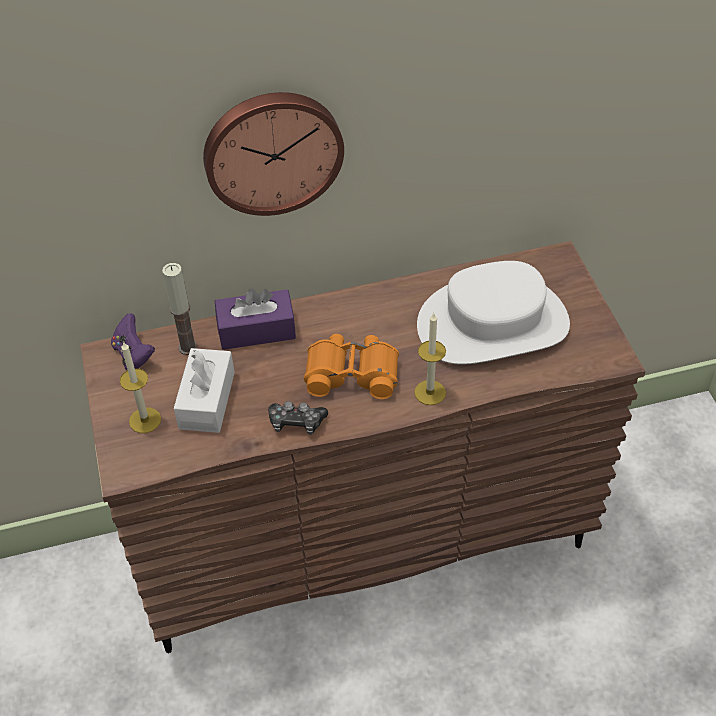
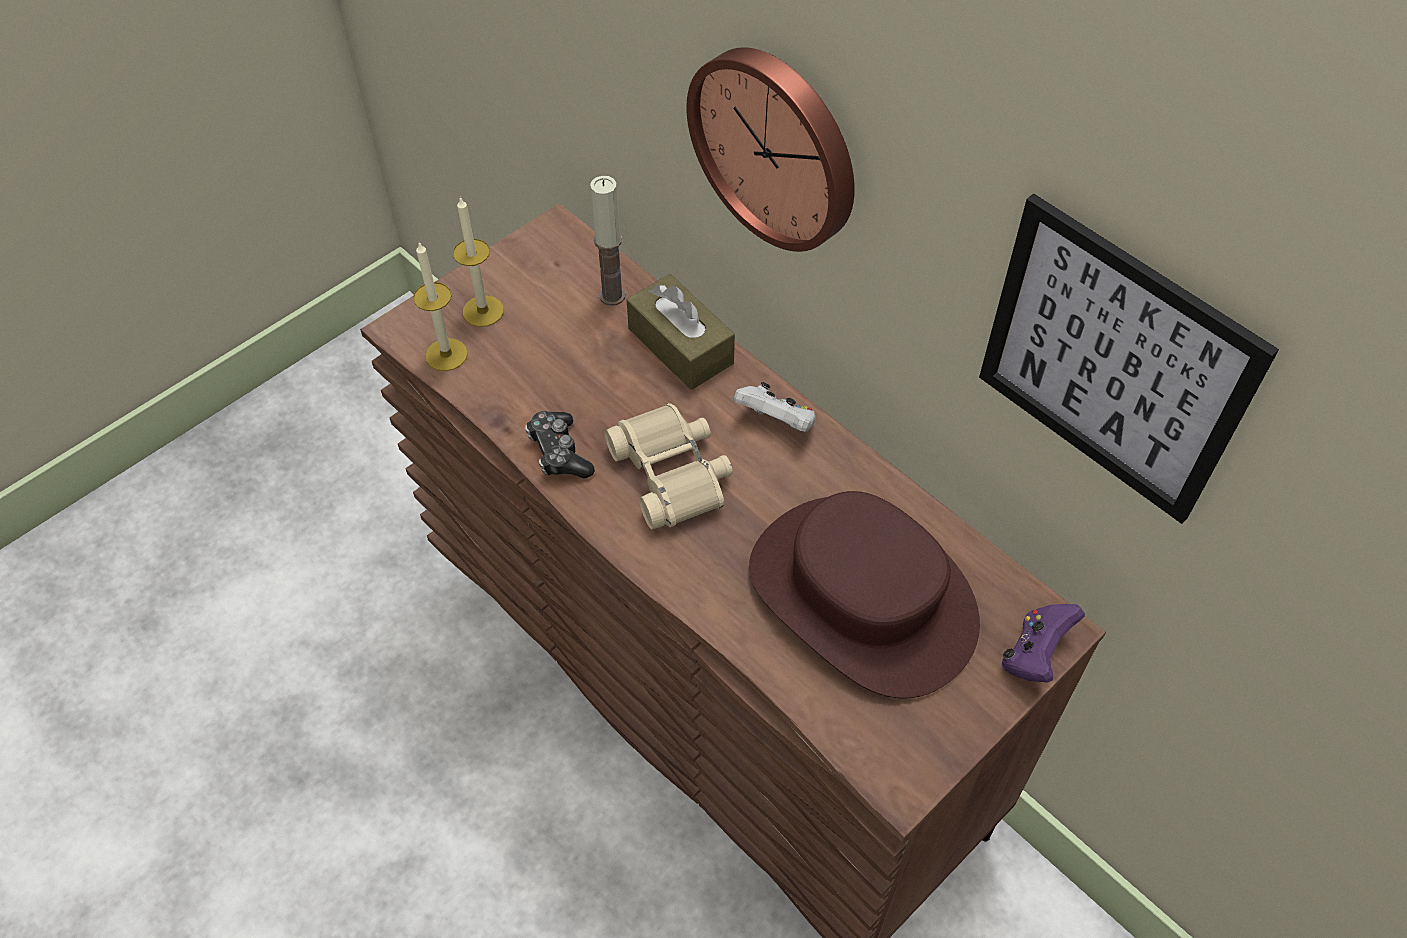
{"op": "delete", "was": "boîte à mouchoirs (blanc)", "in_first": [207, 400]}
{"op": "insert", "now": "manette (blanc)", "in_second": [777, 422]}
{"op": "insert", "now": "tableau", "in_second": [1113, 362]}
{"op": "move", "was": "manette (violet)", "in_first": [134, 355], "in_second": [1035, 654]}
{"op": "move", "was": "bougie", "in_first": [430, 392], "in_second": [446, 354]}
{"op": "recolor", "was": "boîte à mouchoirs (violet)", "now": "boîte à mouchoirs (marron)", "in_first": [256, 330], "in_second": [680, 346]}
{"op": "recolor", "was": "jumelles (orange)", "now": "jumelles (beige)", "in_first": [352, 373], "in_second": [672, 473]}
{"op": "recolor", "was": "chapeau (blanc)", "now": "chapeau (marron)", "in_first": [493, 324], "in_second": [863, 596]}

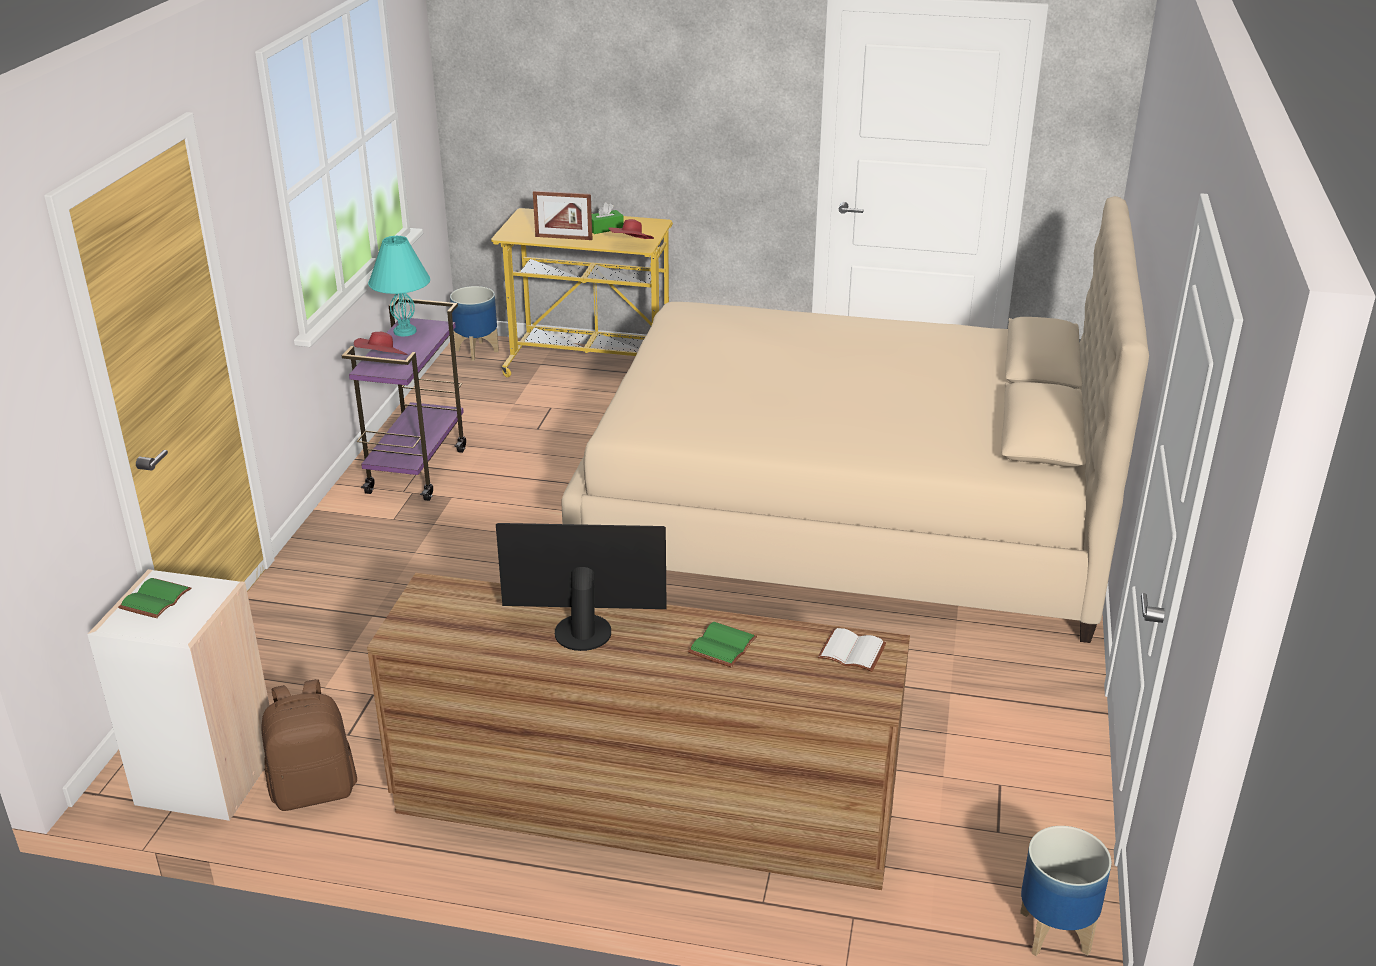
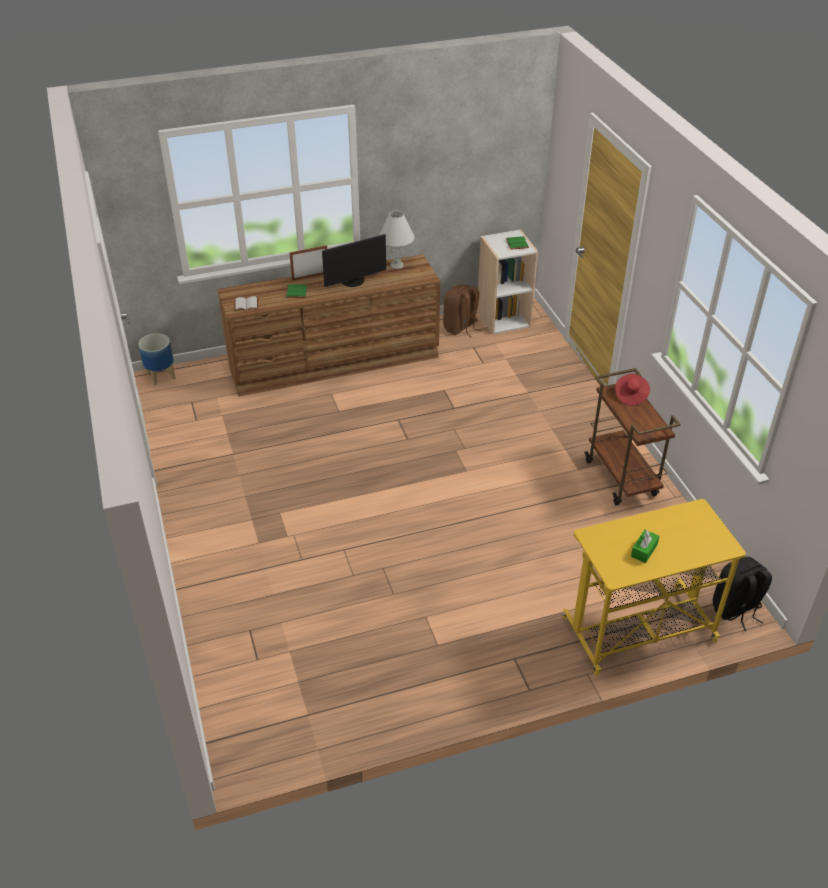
{"op": "delete", "was": "lampe de table (turquoise)", "in_first": [405, 331]}
{"op": "delete", "was": "lit (beige)", "in_first": [845, 513]}
{"op": "delete", "was": "chapeau (rouge)", "in_first": [631, 245]}
{"op": "insert", "now": "lampe de table (blanc)", "in_second": [396, 265]}
{"op": "move", "was": "cadre photo", "in_first": [563, 238], "in_second": [310, 276]}
{"op": "replace", "was": "cache-pot", "now": "sac à dos (noir)", "in_first": [477, 350], "in_second": [736, 610]}
{"op": "recolor", "was": "chariot (violet)", "now": "chariot (marron)", "in_first": [418, 469], "in_second": [621, 481]}

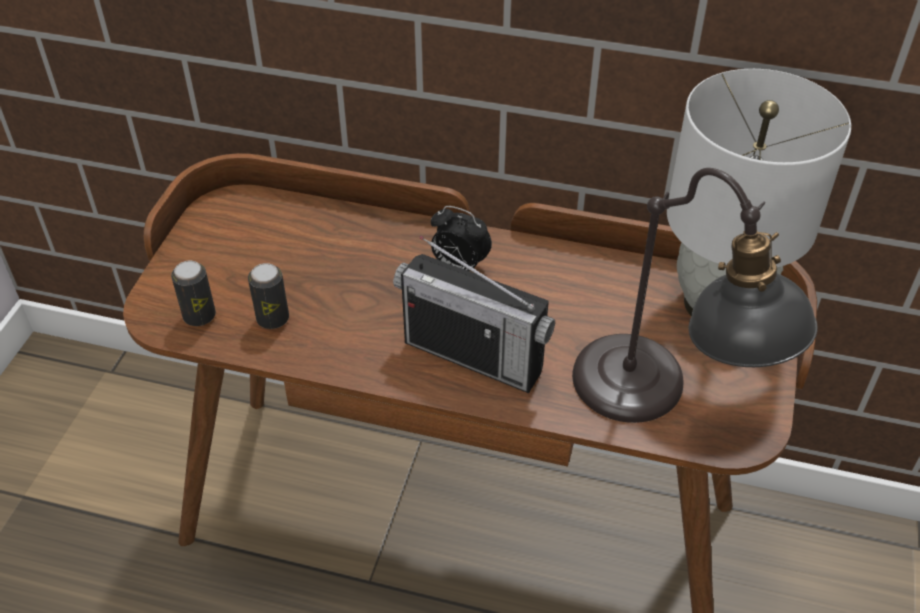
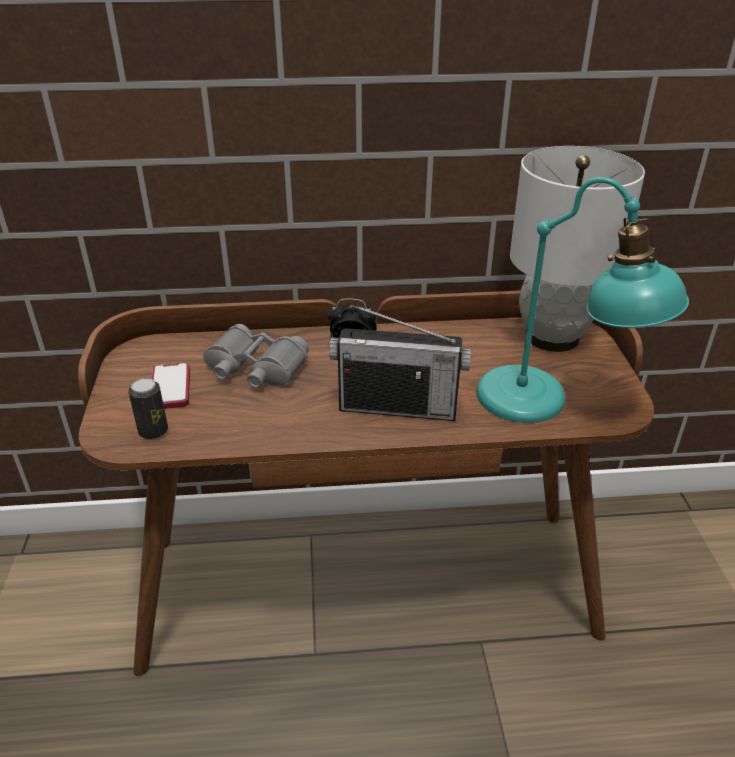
{"op": "delete", "was": "boîte métallique", "in_first": [273, 319]}
{"op": "insert", "now": "téléphone", "in_second": [170, 388]}
{"op": "insert", "now": "jumelles (gris)", "in_second": [255, 369]}
{"op": "recolor", "was": "lampe de table (gris)", "now": "lampe de table (turquoise)", "in_first": [669, 404], "in_second": [560, 404]}

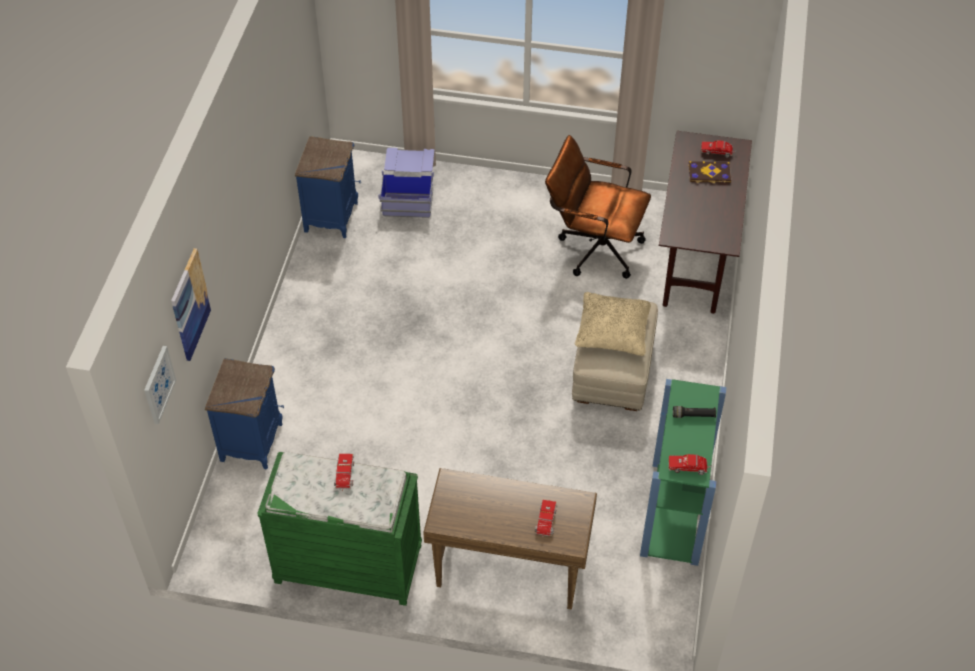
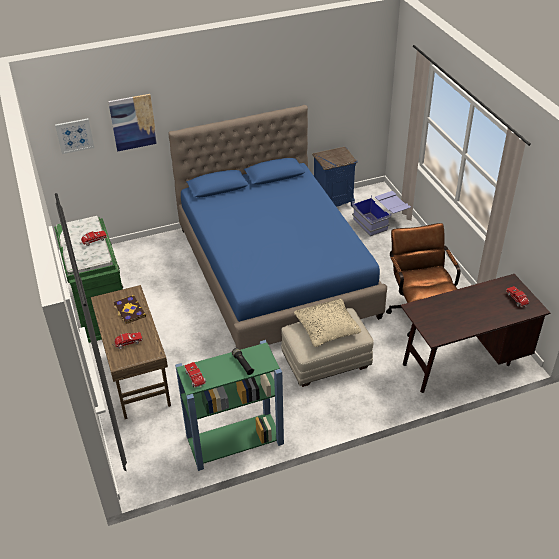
{"op": "delete", "was": "table de chevet (bleu)", "in_first": [253, 442]}
{"op": "insert", "now": "lit (bleu)", "in_second": [275, 271]}
{"op": "move", "was": "livre", "in_first": [709, 173], "in_second": [129, 310]}

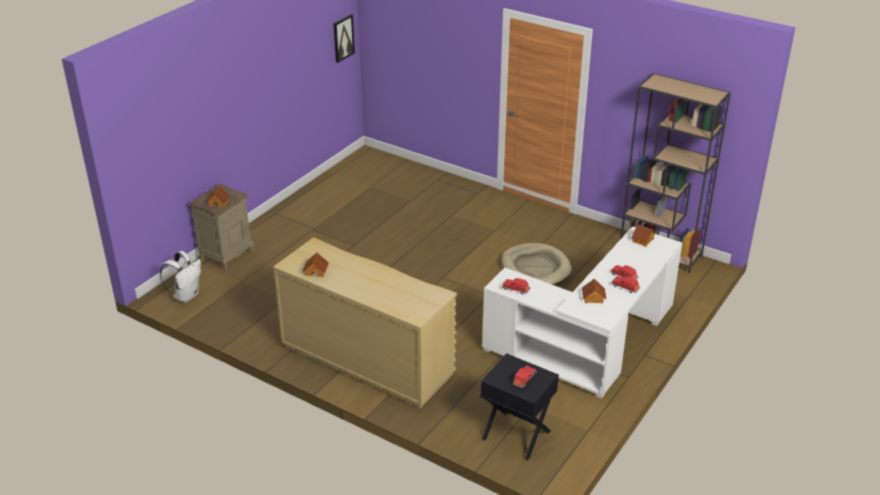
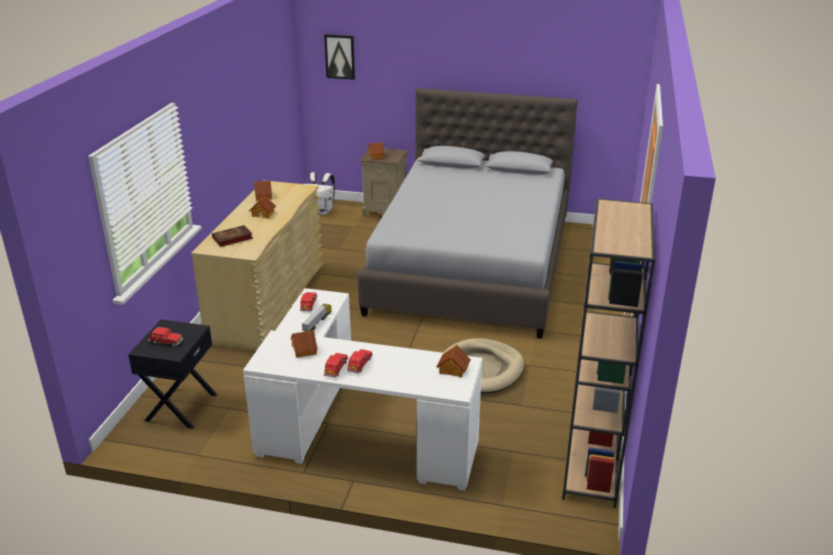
{"op": "insert", "now": "livre", "in_second": [231, 238]}
{"op": "insert", "now": "maison miniature", "in_second": [263, 214]}
{"op": "insert", "now": "camion jouet", "in_second": [317, 322]}
{"op": "insert", "now": "lit (gris)", "in_second": [472, 265]}
{"op": "move", "was": "tableau", "in_first": [343, 38], "in_second": [340, 56]}

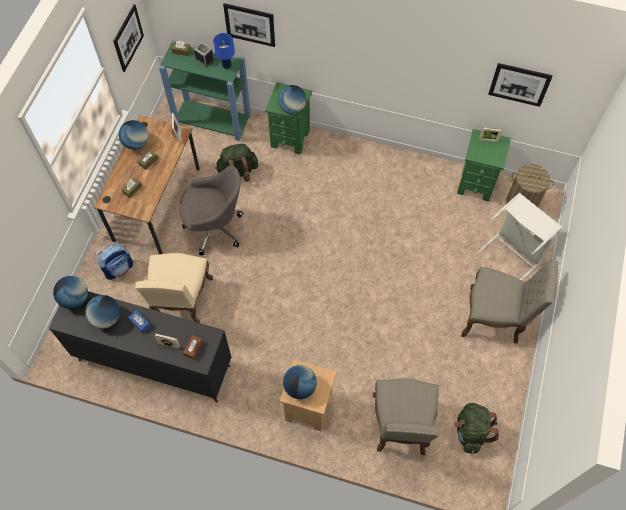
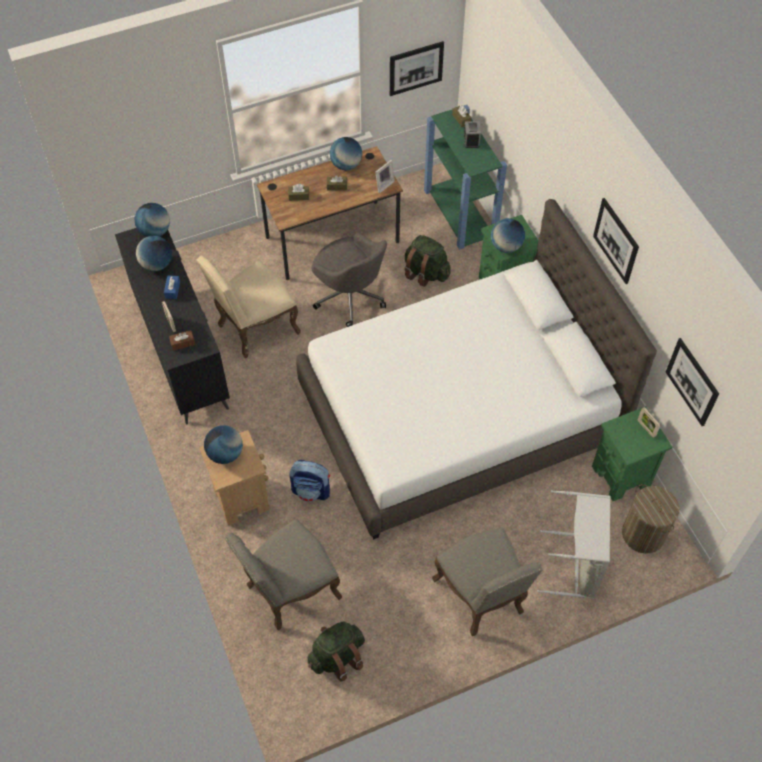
{"op": "delete", "was": "lampe de table (bleu)", "in_first": [226, 65]}
{"op": "insert", "now": "lit (blanc)", "in_second": [460, 413]}
{"op": "move", "was": "sac à dos", "in_first": [119, 268], "in_second": [312, 490]}
{"op": "move", "was": "tableau", "in_first": [250, 24], "in_second": [616, 241]}

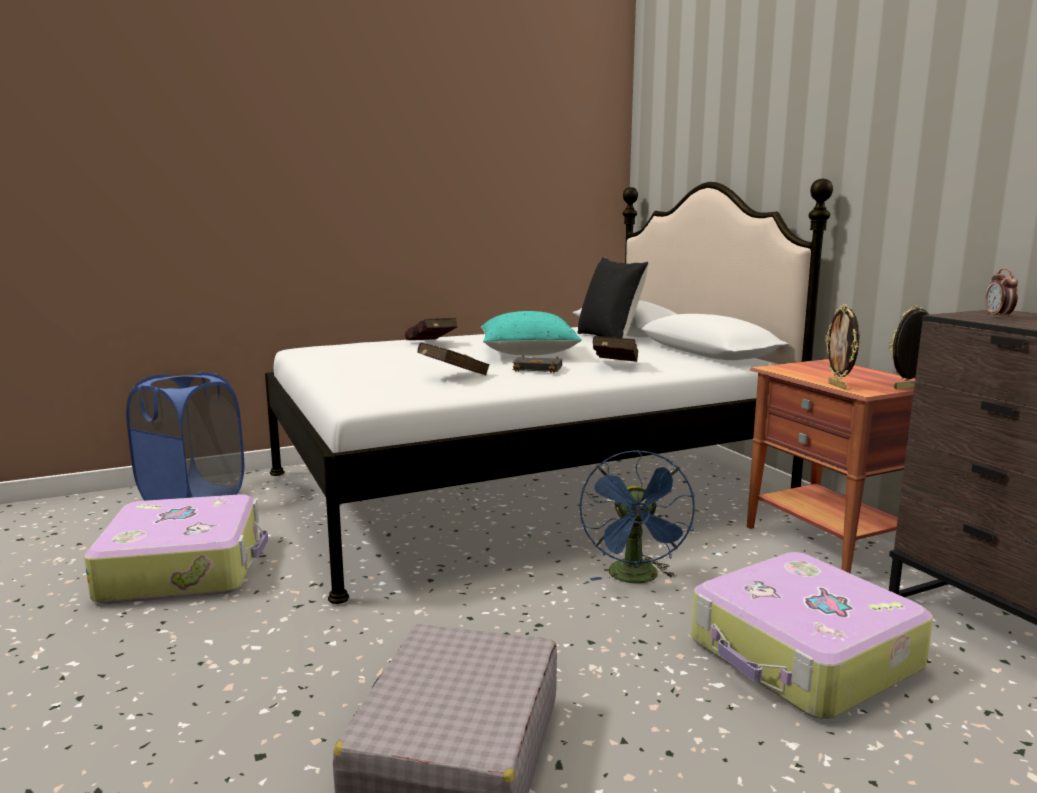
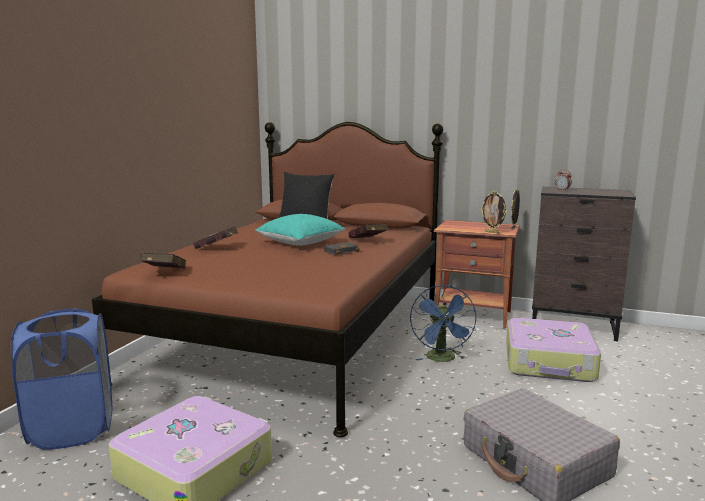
{"op": "move", "was": "livre (rouge)", "in_first": [450, 376], "in_second": [163, 273]}
{"op": "recolor", "was": "lit (blanc)", "now": "lit (marron)", "in_first": [523, 489], "in_second": [299, 337]}
{"op": "rotate", "was": "ventilateur (bleu)", "in_first": [636, 579], "in_second": [442, 359], "clockwise": 45}

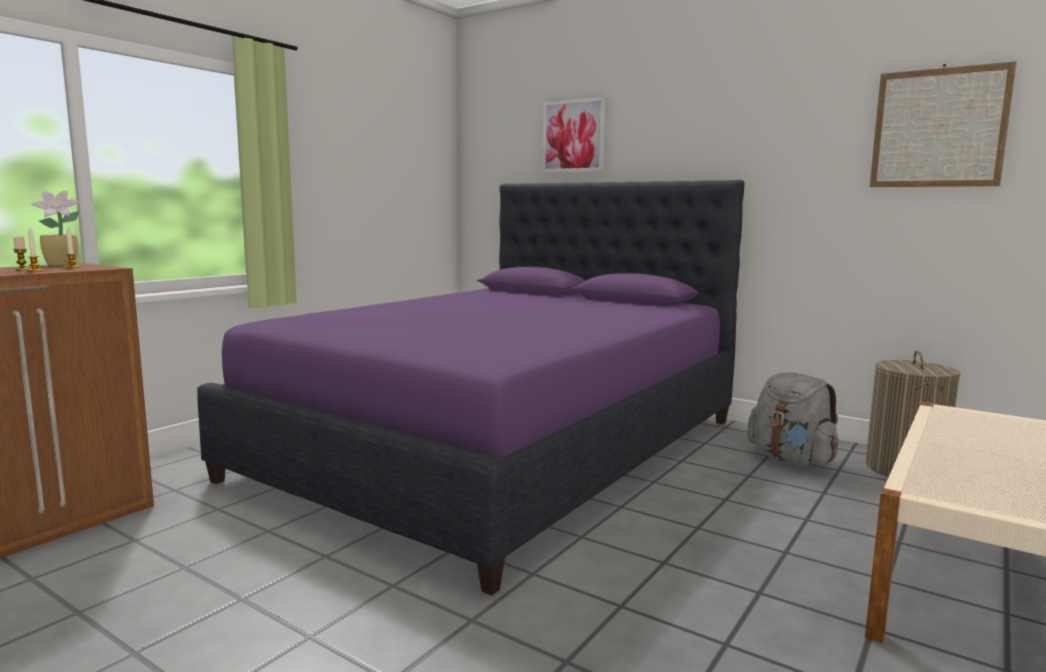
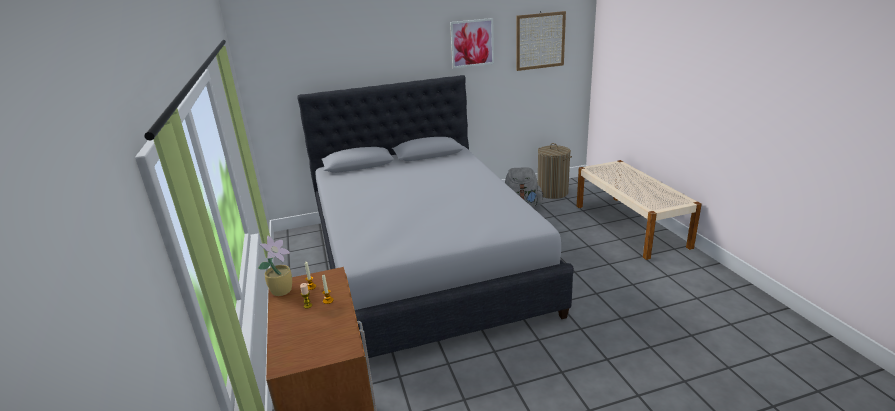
{"op": "move", "was": "tableau", "in_first": [573, 136], "in_second": [472, 43]}
{"op": "recolor", "was": "lit (violet)", "now": "lit (gris)", "in_first": [503, 448], "in_second": [424, 263]}

